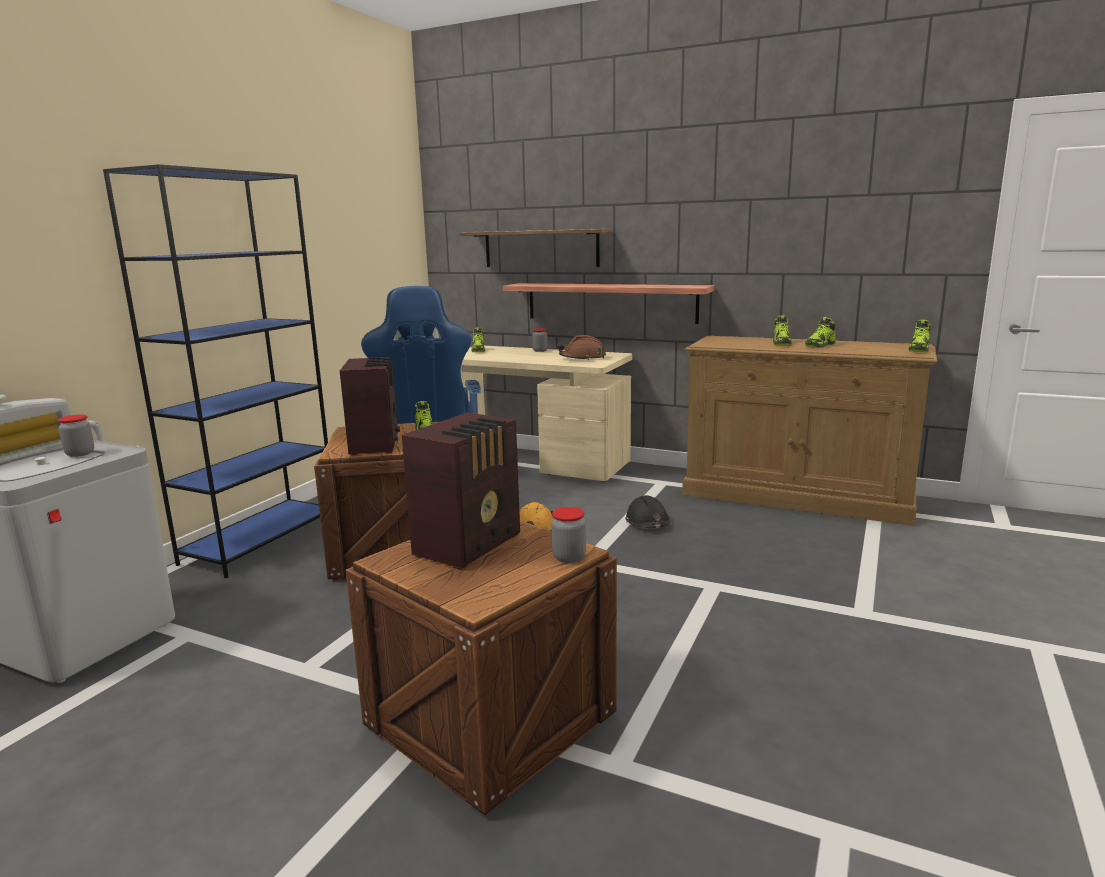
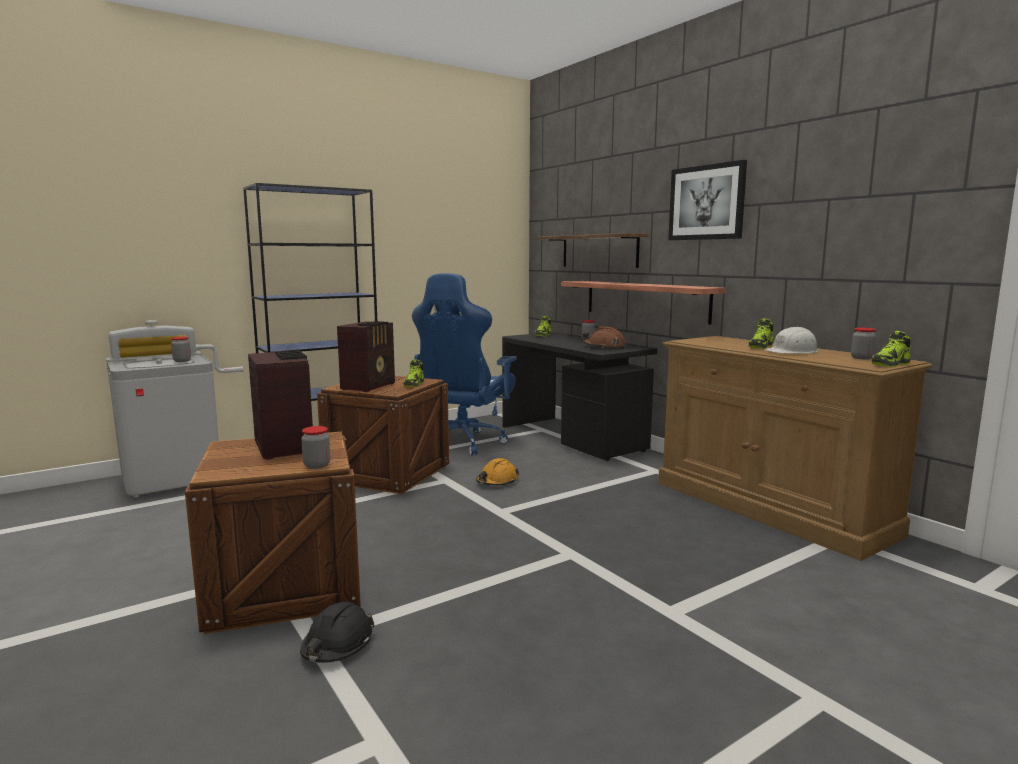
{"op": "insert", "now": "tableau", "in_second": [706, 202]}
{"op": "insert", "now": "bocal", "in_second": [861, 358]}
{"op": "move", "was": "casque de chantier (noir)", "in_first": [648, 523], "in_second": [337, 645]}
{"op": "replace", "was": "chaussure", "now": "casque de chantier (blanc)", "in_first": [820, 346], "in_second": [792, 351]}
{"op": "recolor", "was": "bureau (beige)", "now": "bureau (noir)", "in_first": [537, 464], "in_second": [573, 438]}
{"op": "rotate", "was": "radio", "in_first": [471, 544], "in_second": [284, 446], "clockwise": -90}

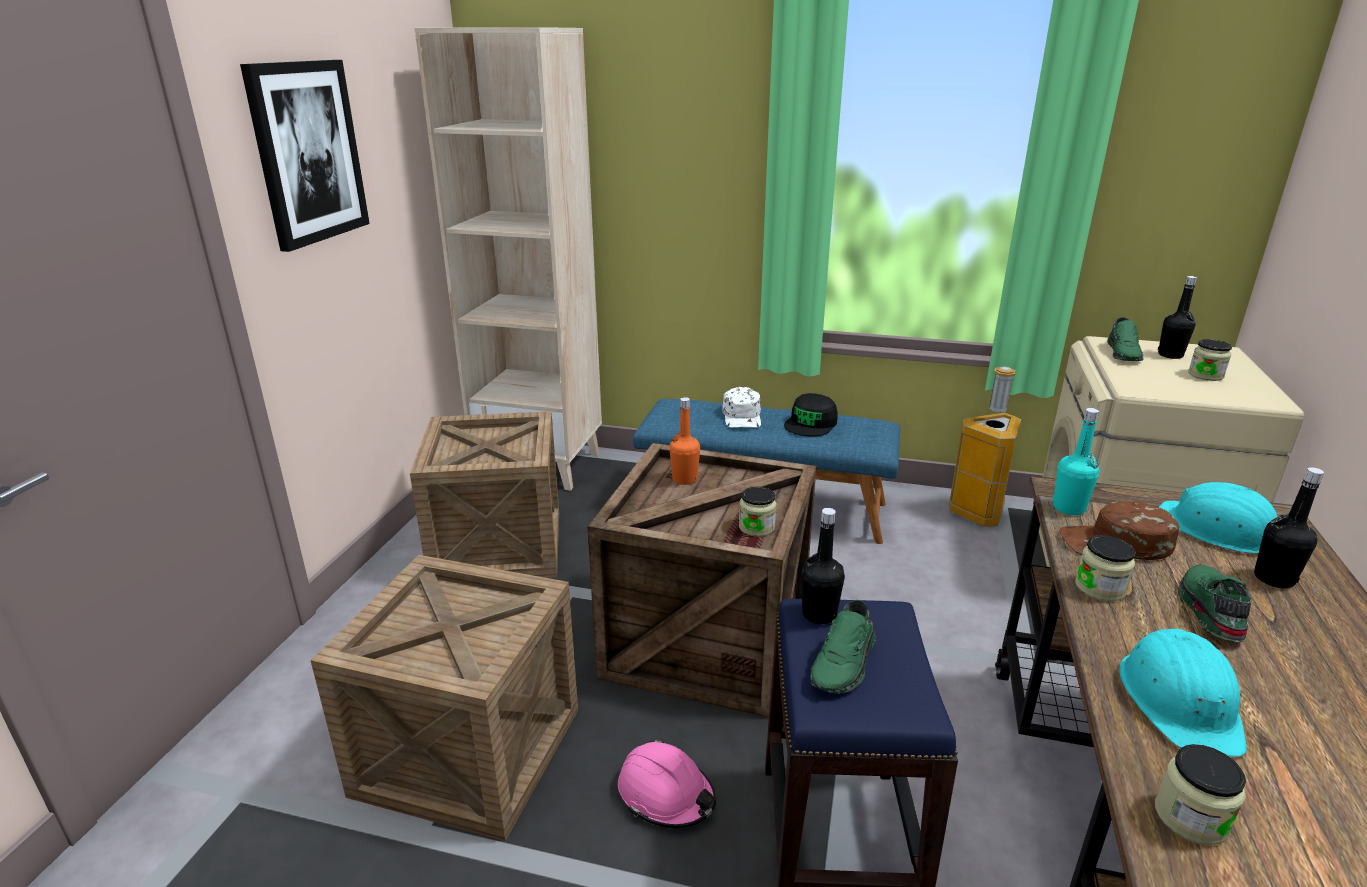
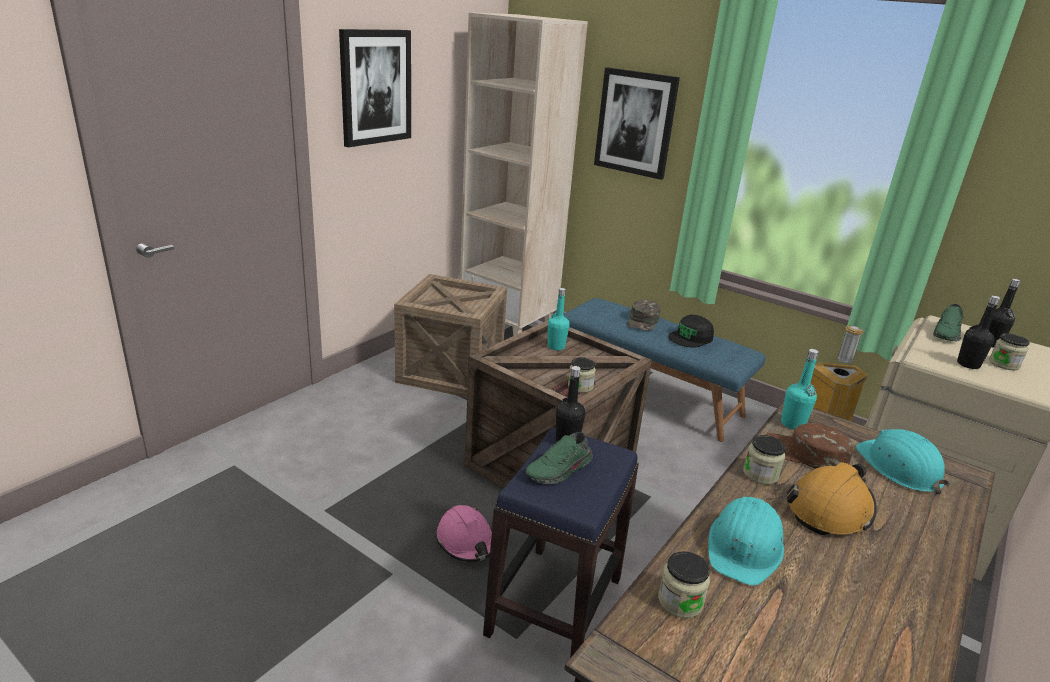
{"op": "delete", "was": "caisse", "in_first": [469, 751]}
{"op": "insert", "now": "tableau", "in_second": [635, 123]}
{"op": "move", "was": "bouteille (noir)", "in_first": [1273, 579], "in_second": [968, 364]}
{"op": "replace", "was": "chaussure (vert)", "now": "casque de chantier (orange)", "in_first": [1208, 610], "in_second": [829, 509]}
{"op": "recolor", "was": "bouteille (orange)", "now": "bouteille (turquoise)", "in_first": [684, 479], "in_second": [556, 346]}
{"op": "recolor", "was": "casquette (blanc)", "now": "casquette (vert)", "in_first": [742, 416], "in_second": [643, 321]}

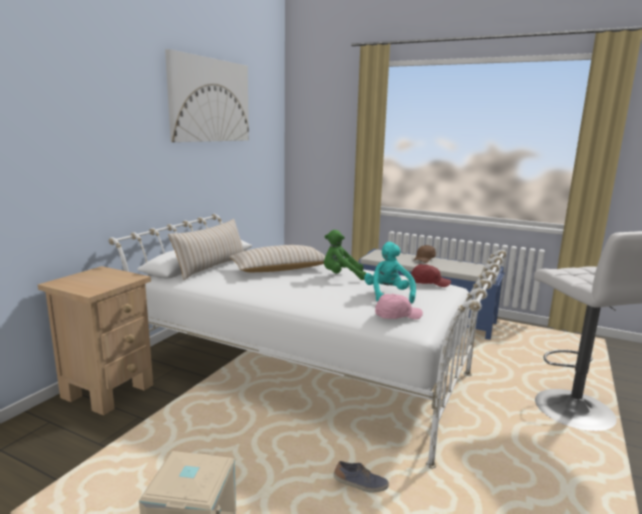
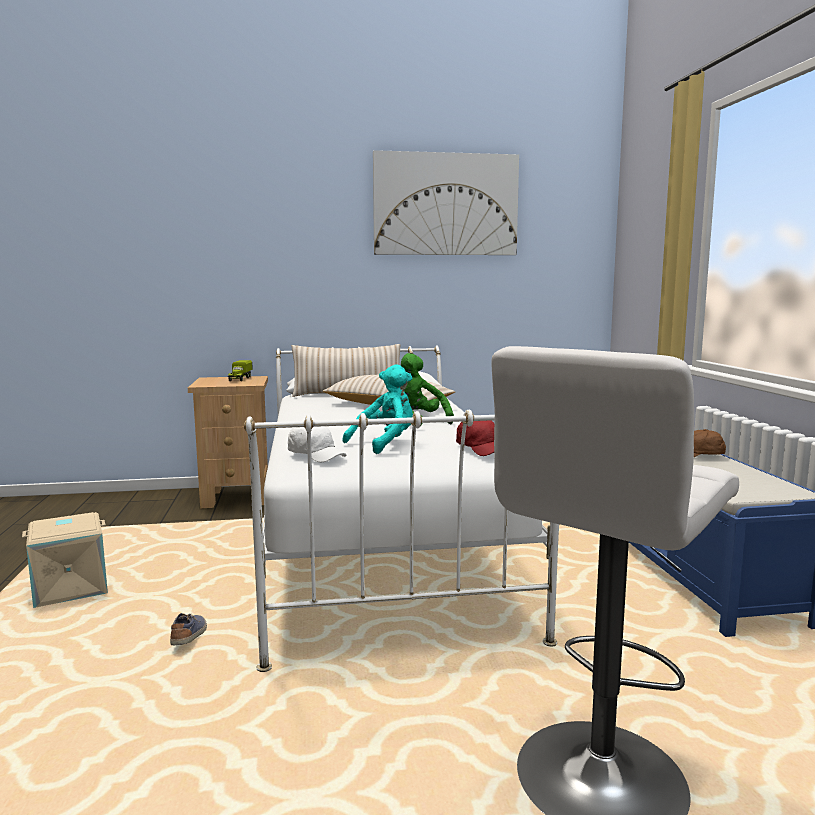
{"op": "insert", "now": "camion jouet", "in_second": [240, 379]}
{"op": "recolor", "was": "casquette (rose)", "now": "casquette (blanc)", "in_first": [397, 316], "in_second": [316, 455]}
{"op": "rotate", "was": "chaussure", "in_first": [360, 485], "in_second": [190, 637], "clockwise": -150}

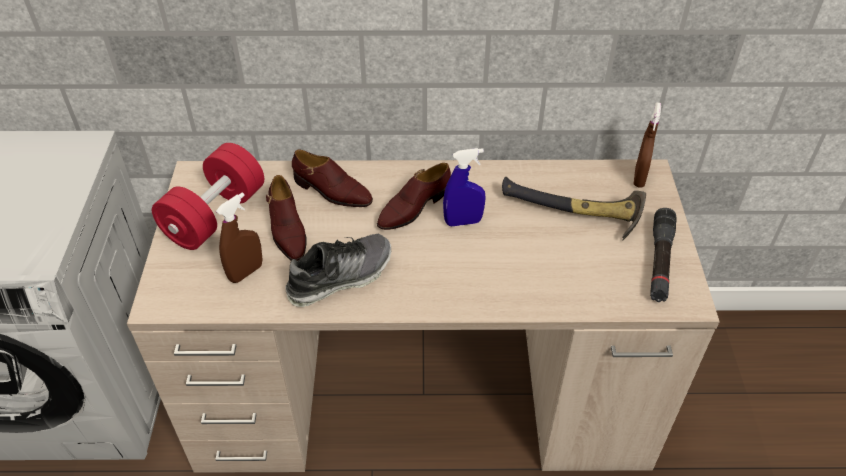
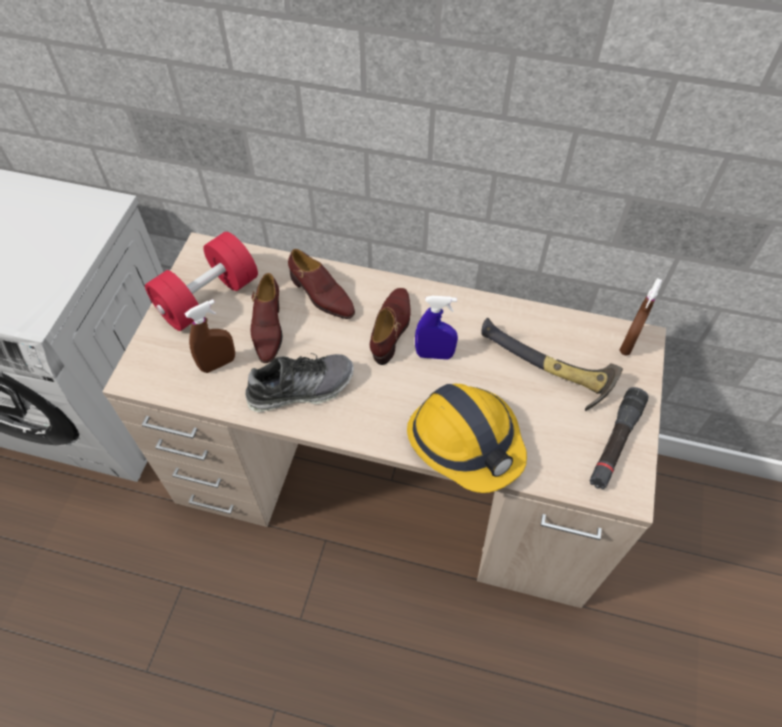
{"op": "insert", "now": "casque de chantier", "in_second": [466, 441]}
{"op": "rotate", "was": "chaussure (marron)", "in_first": [413, 207], "in_second": [392, 328], "clockwise": 135}

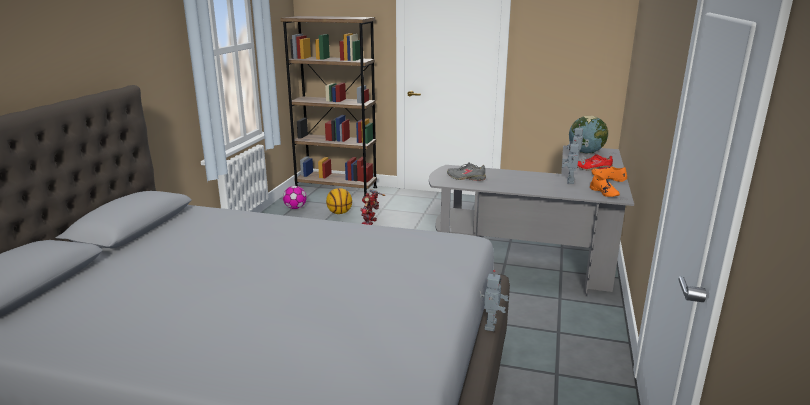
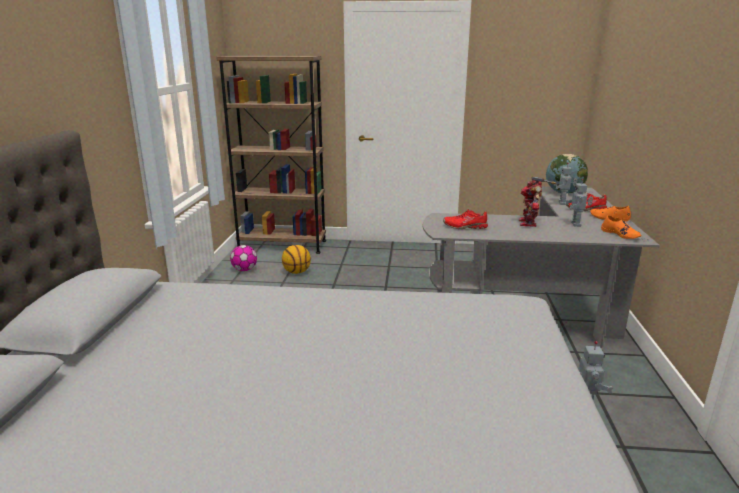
{"op": "move", "was": "robot jouet", "in_first": [370, 222], "in_second": [529, 223]}
{"op": "recolor", "was": "chaussure (gris)", "now": "chaussure (rouge)", "in_first": [466, 178], "in_second": [465, 227]}

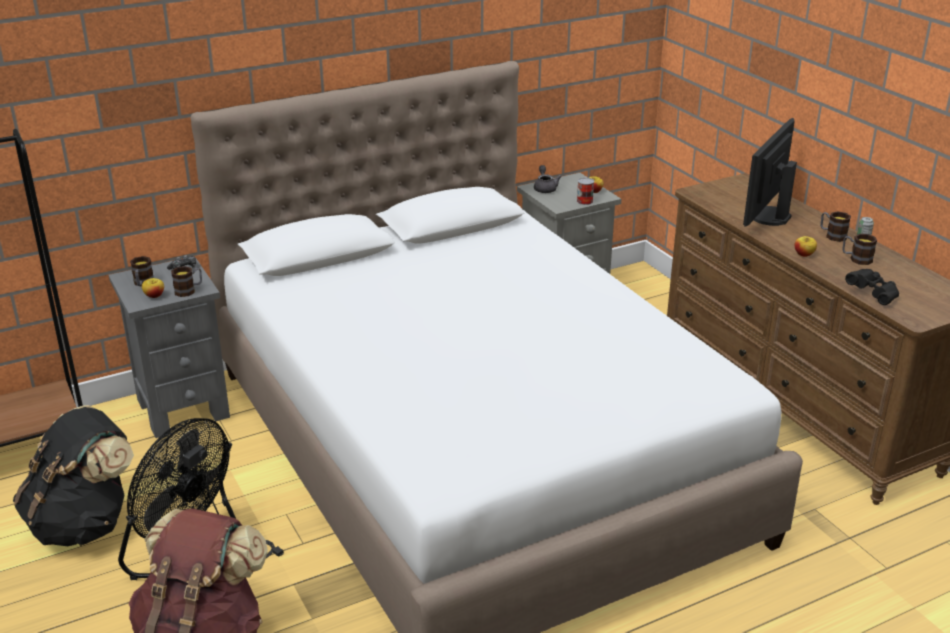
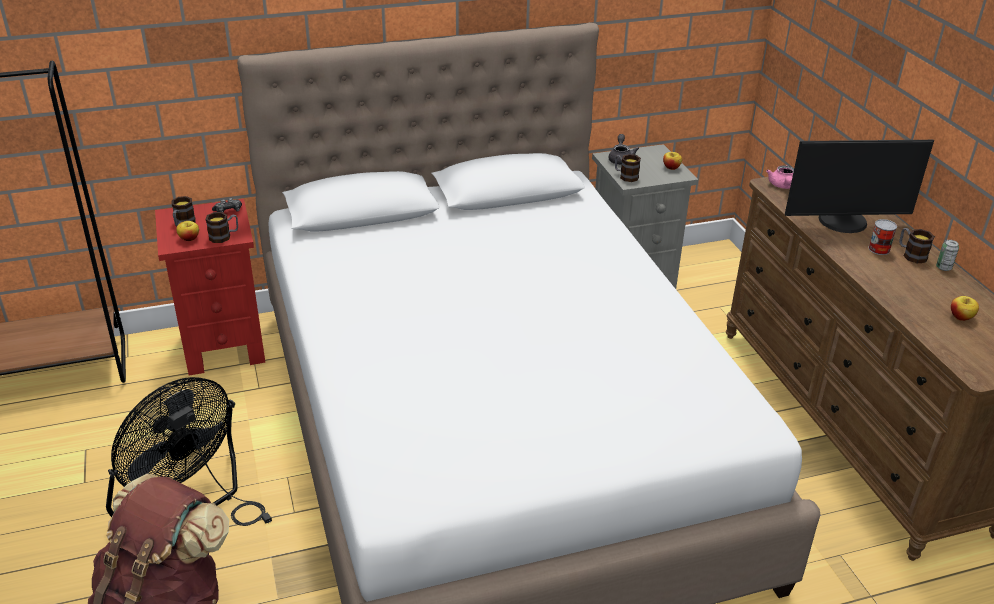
{"op": "delete", "was": "sac à dos (noir)", "in_first": [85, 523]}
{"op": "delete", "was": "jumelles (noir)", "in_first": [873, 294]}
{"op": "insert", "now": "théière (rose)", "in_second": [782, 186]}
{"op": "move", "was": "boîte métallique", "in_first": [584, 201], "in_second": [879, 249]}
{"op": "move", "was": "pomme", "in_first": [804, 254], "in_second": [961, 317]}
{"op": "move", "was": "mug", "in_first": [856, 259], "in_second": [625, 176]}
{"op": "recolor", "was": "table de chevet (gris)", "now": "table de chevet (rouge)", "in_first": [184, 409], "in_second": [225, 347]}
{"op": "rotate", "was": "écran d'ordinateur", "in_first": [767, 216], "in_second": [843, 222], "clockwise": -135}

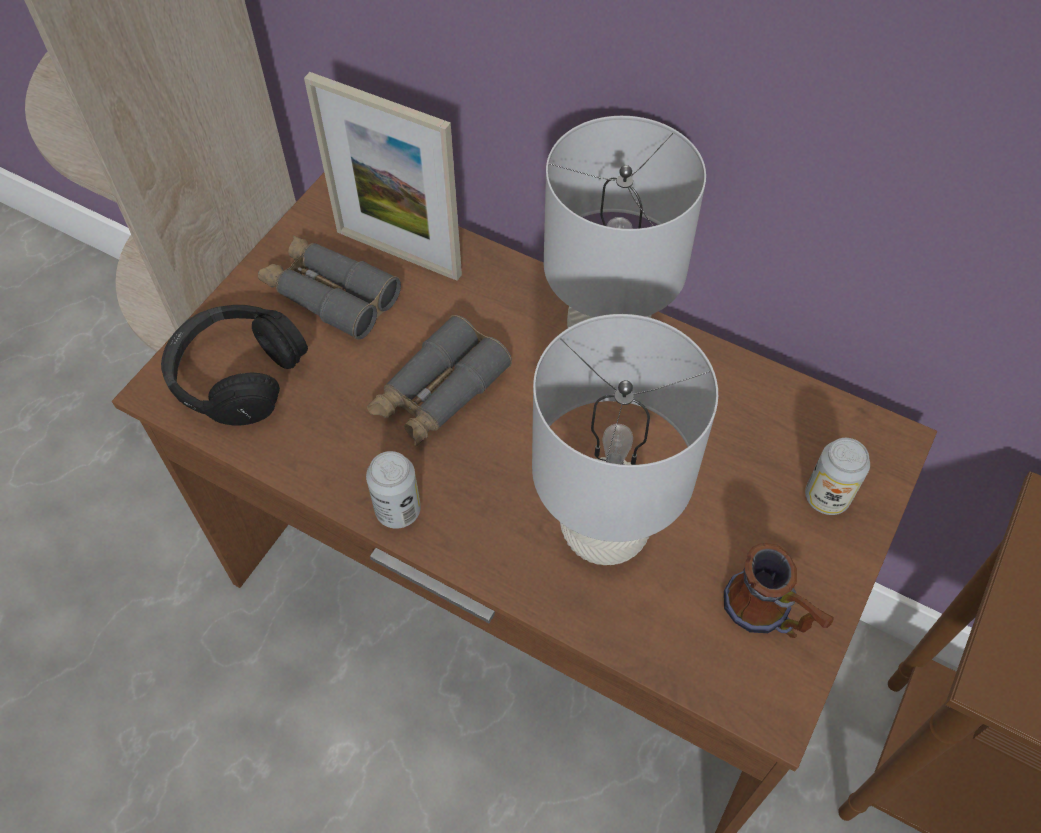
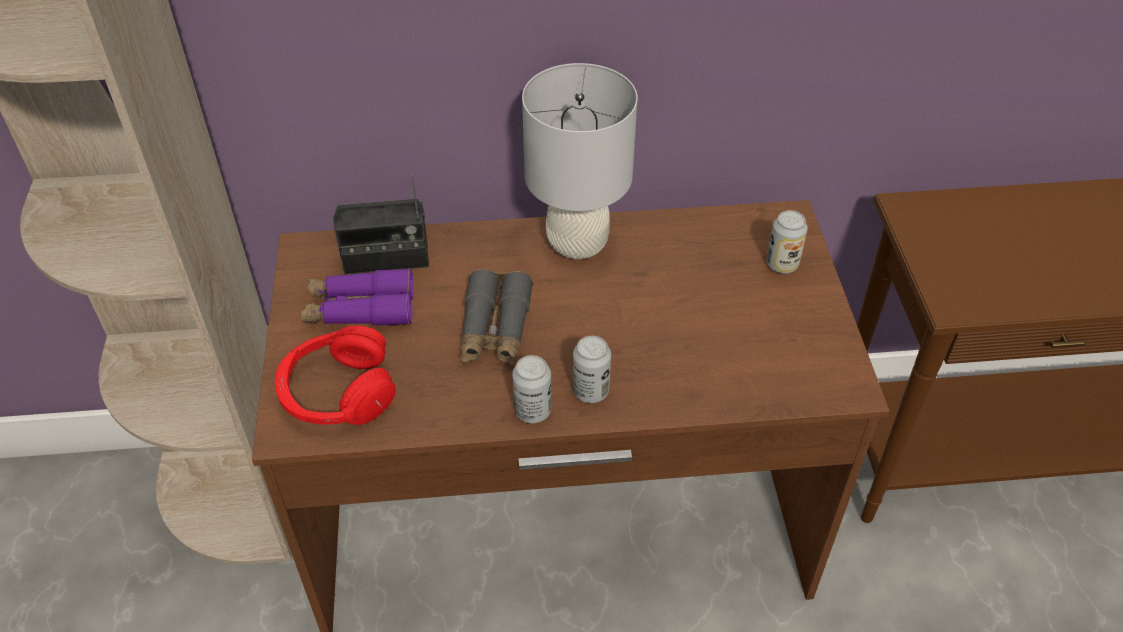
{"op": "delete", "was": "lampe de table (gris)", "in_first": [600, 535]}
{"op": "delete", "was": "mug", "in_first": [769, 616]}
{"op": "insert", "now": "boîte métallique", "in_second": [590, 391]}
{"op": "replace", "was": "cadre photo", "now": "radio", "in_first": [398, 253], "in_second": [386, 260]}
{"op": "recolor", "was": "casque audio (noir)", "now": "casque audio (rouge)", "in_first": [237, 375], "in_second": [337, 392]}
{"op": "recolor", "was": "jumelles (gris)", "now": "jumelles (violet)", "in_first": [330, 295], "in_second": [360, 309]}

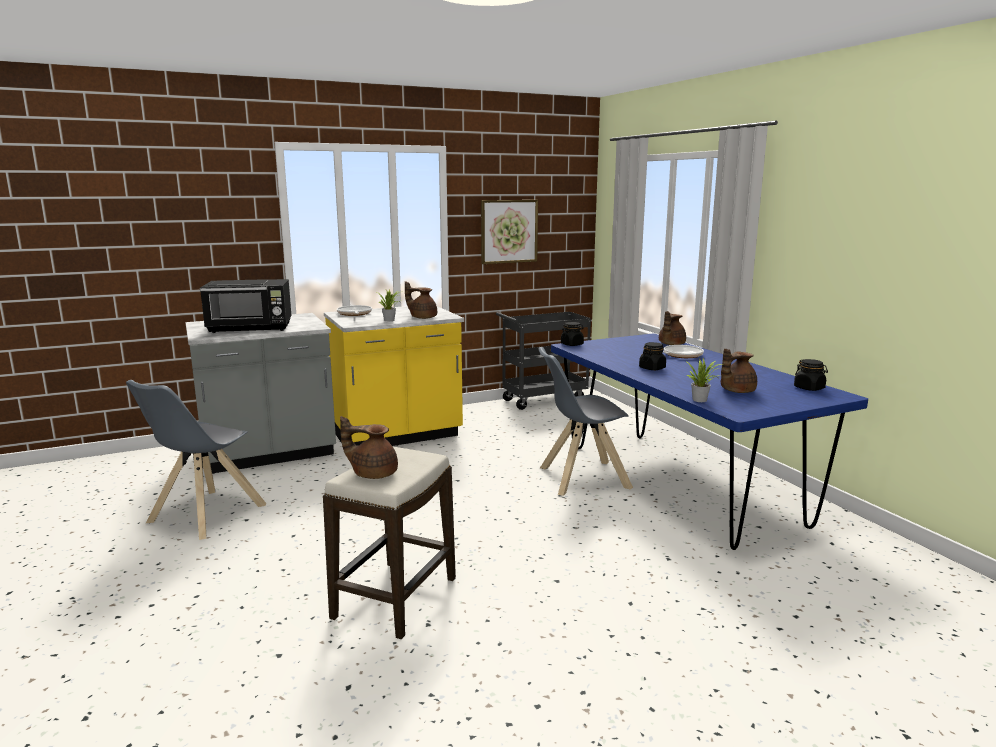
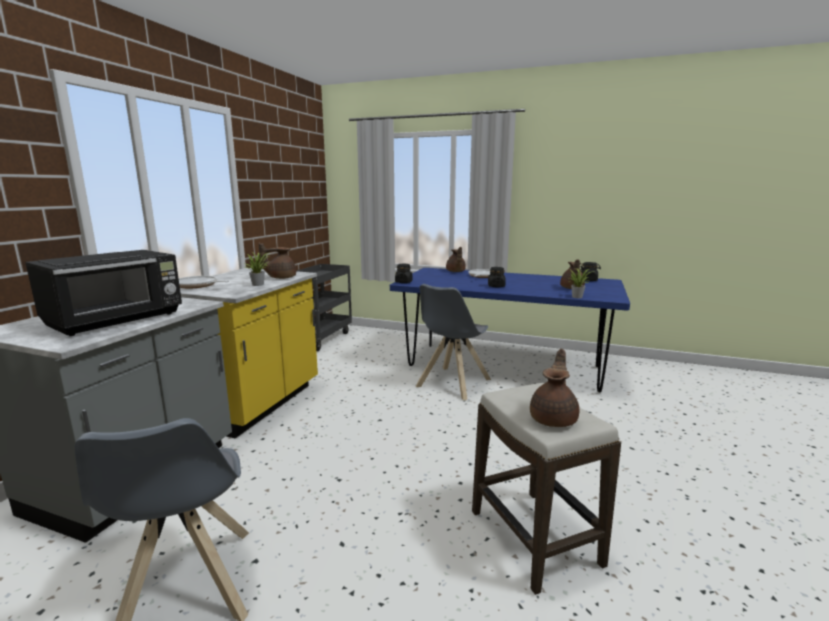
{"op": "delete", "was": "tableau", "in_first": [509, 231]}
{"op": "rotate", "was": "théière (marron)", "in_first": [373, 473], "in_second": [554, 418], "clockwise": 150}

